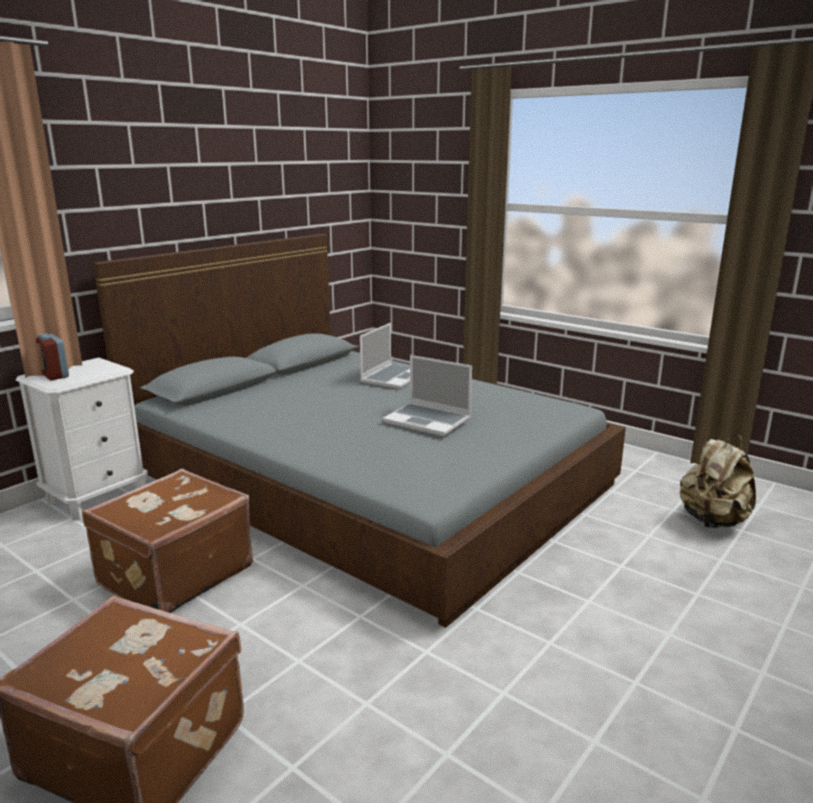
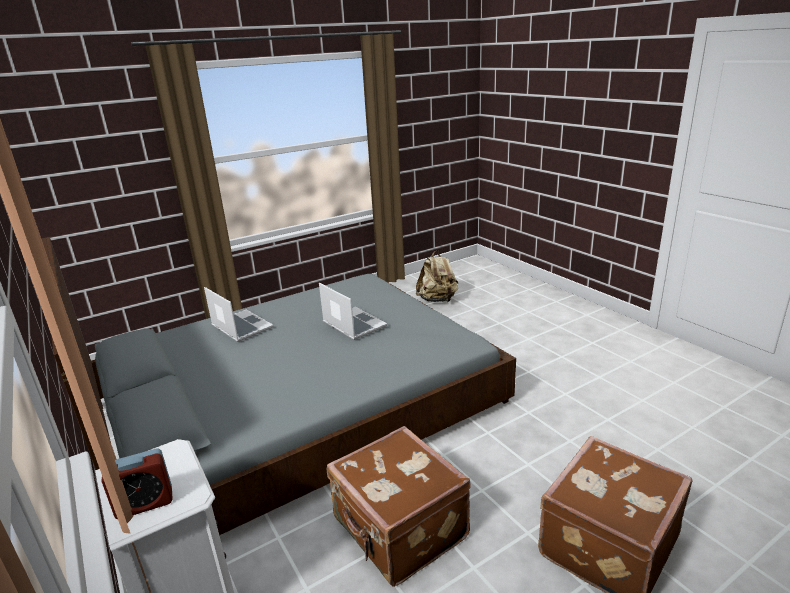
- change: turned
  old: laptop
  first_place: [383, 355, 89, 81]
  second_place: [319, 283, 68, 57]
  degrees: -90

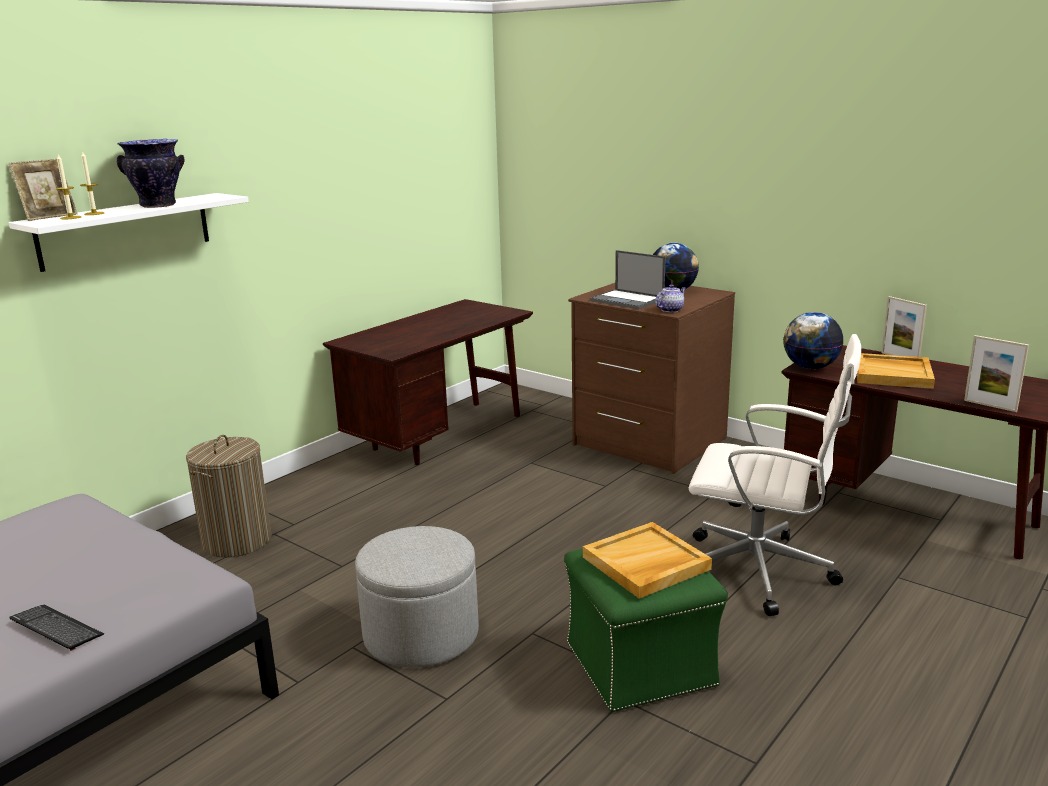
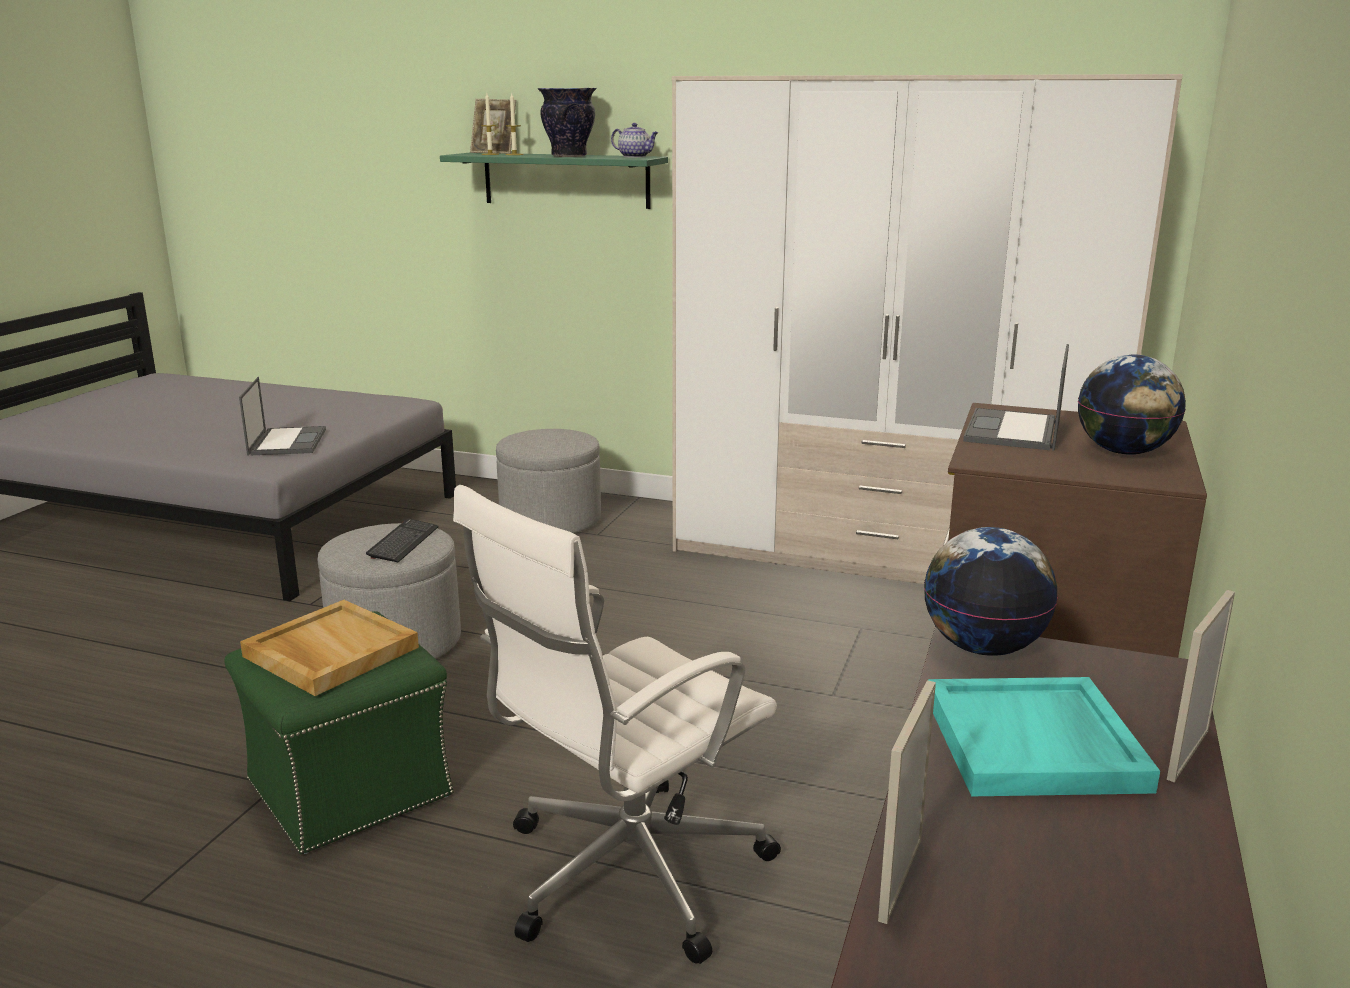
- change: added
  new: laptop
  second_place: [239, 377, 87, 78]
- change: moved
  old: klawiatura
  first_place: [10, 605, 94, 46]
  second_place: [366, 519, 73, 43]
- change: moved
  old: imbryk
  first_place: [655, 284, 31, 28]
  second_place: [611, 123, 48, 35]
- change: replaced
  old: kosz na pranie
  new: pufa (szary)
  first_place: [186, 435, 85, 123]
  second_place: [496, 429, 105, 104]
- change: replaced
  old: biurko (brązowy)
  new: szafa
  first_place: [323, 299, 210, 166]
  second_place: [672, 74, 511, 510]
- change: recoloured
  old: półka (biały)
  new: półka (zielony)
  first_place: [9, 193, 240, 79]
  second_place: [440, 153, 228, 56]
- change: recoloured
  old: taca (beżowy)
  new: taca (turkusowy)
  first_place: [857, 353, 78, 36]
  second_place: [928, 677, 232, 119]
- change: turned
  old: krzesło biurowe (biały)
  first_place: [689, 334, 172, 282]
  second_place: [453, 485, 328, 479]
  degrees: 45

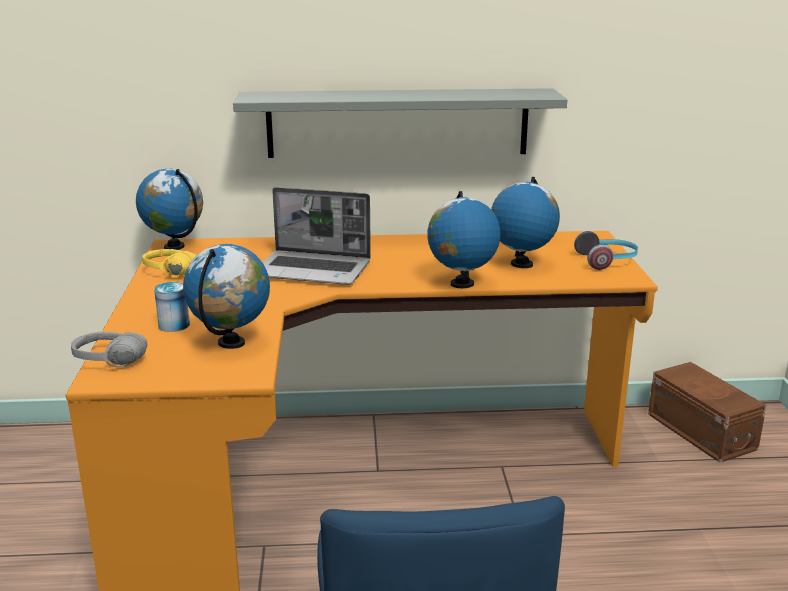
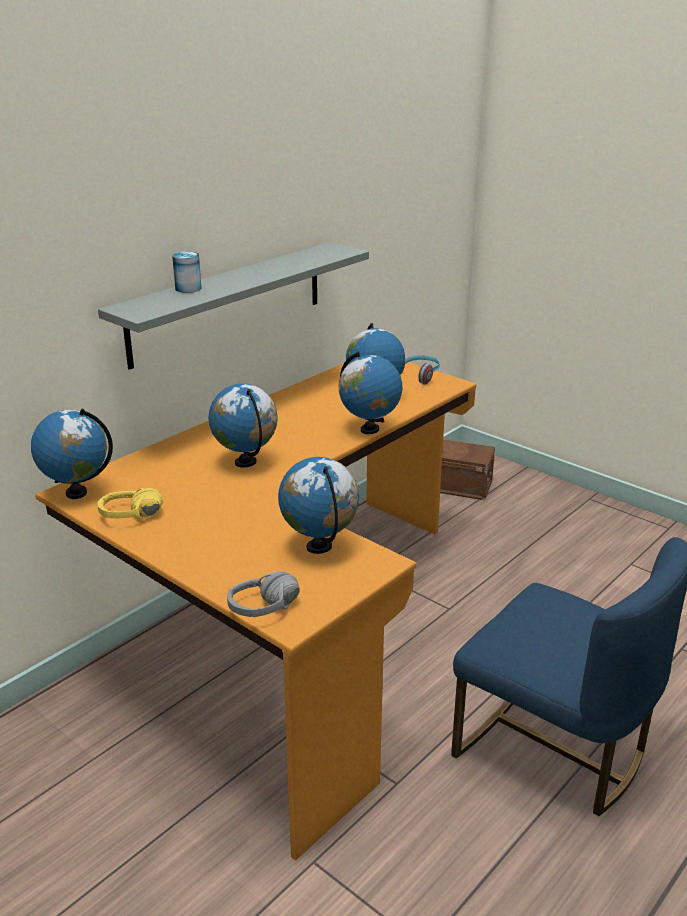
- change: moved
  old: puszka
  first_place: [154, 282, 36, 50]
  second_place: [172, 251, 29, 42]
- change: replaced
  old: laptop
  new: globus
  first_place: [262, 187, 109, 98]
  second_place: [209, 384, 69, 84]

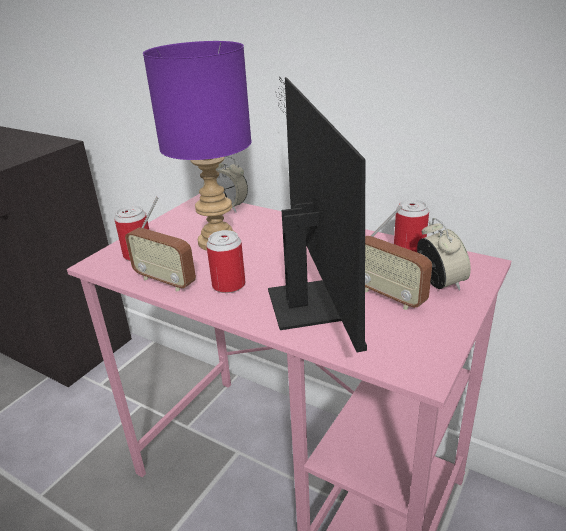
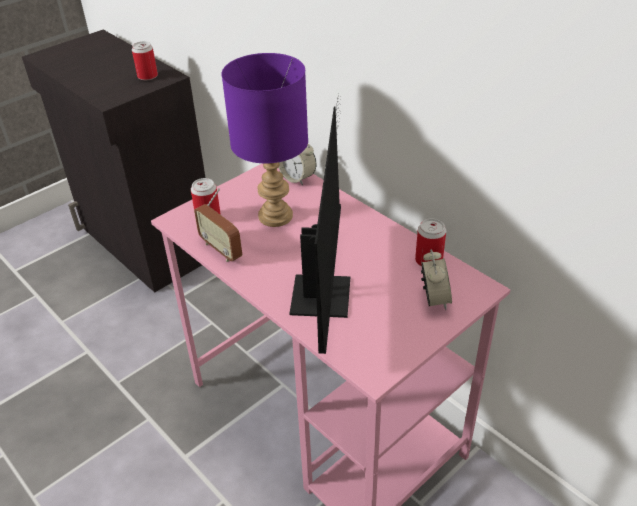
- change: removed
  old: radio
  first_place: [365, 205, 67, 105]
- change: moved
  old: puszka
  first_place: [206, 230, 39, 63]
  second_place: [132, 41, 26, 39]

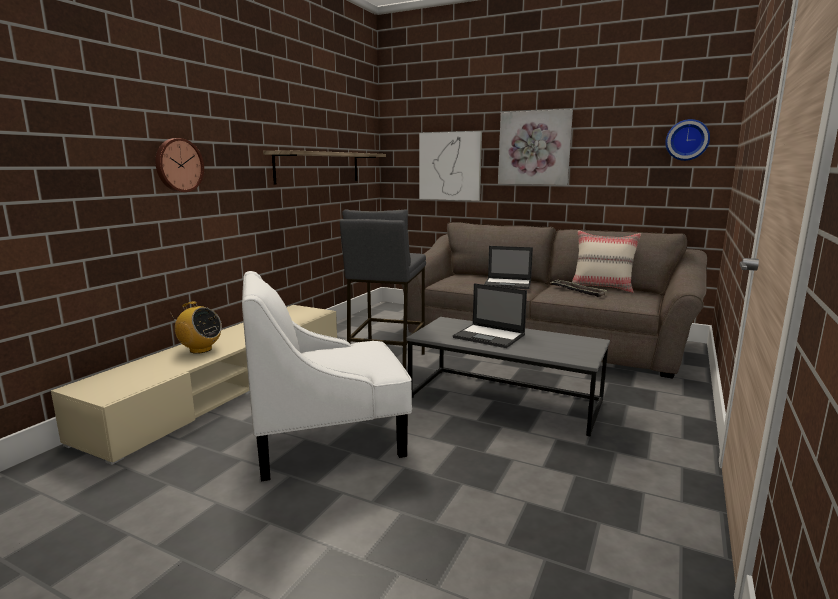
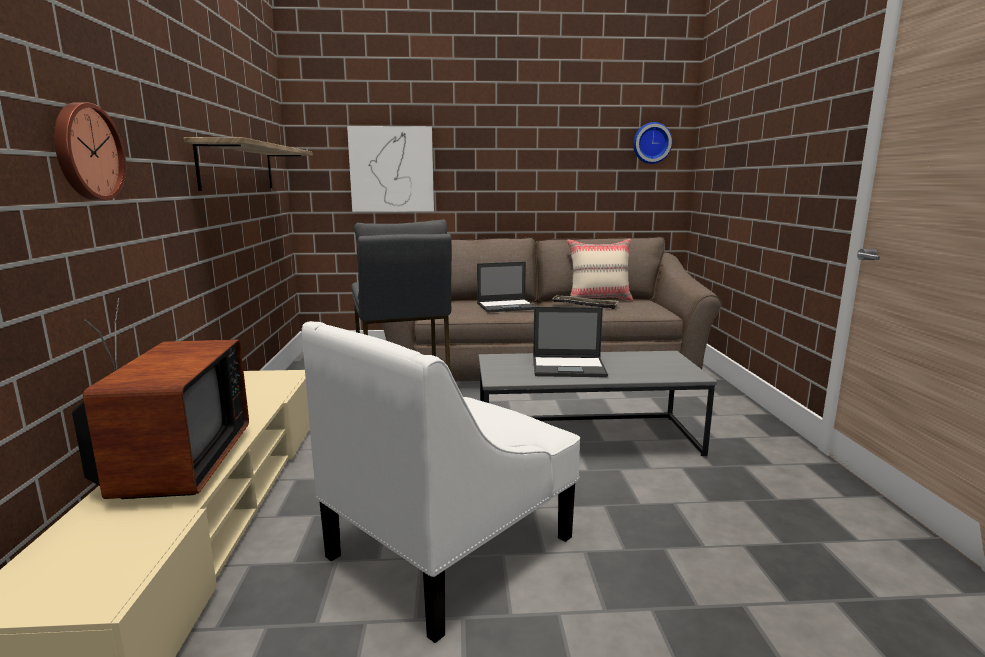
- change: removed
  old: obraz
  first_place: [498, 109, 75, 76]
- change: replaced
  old: radio
  new: telewizor
  first_place: [170, 301, 52, 53]
  second_place: [72, 298, 177, 201]

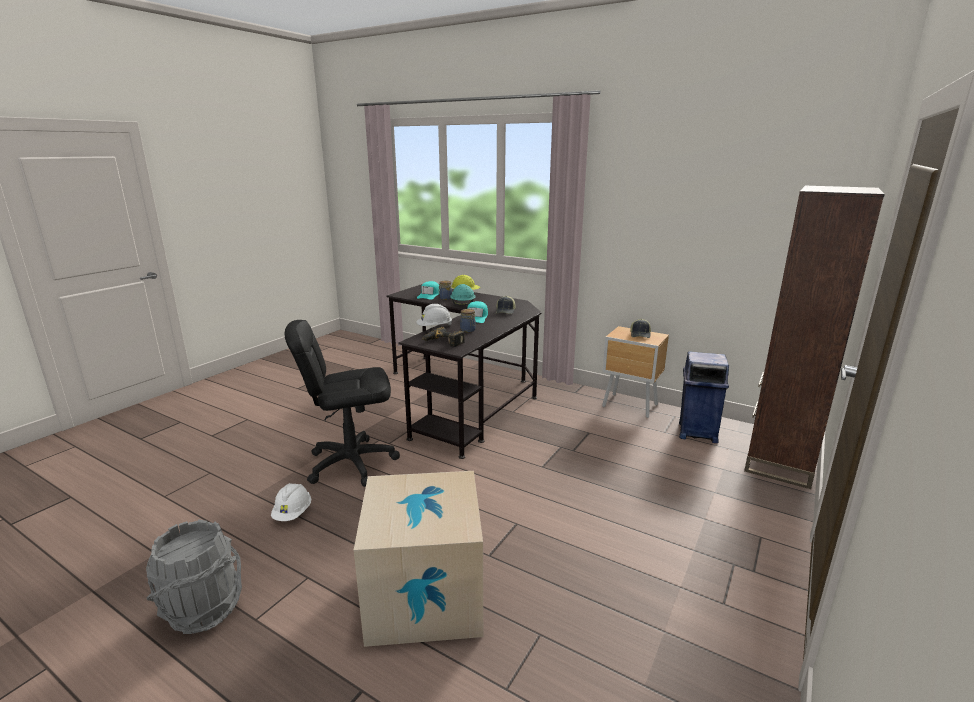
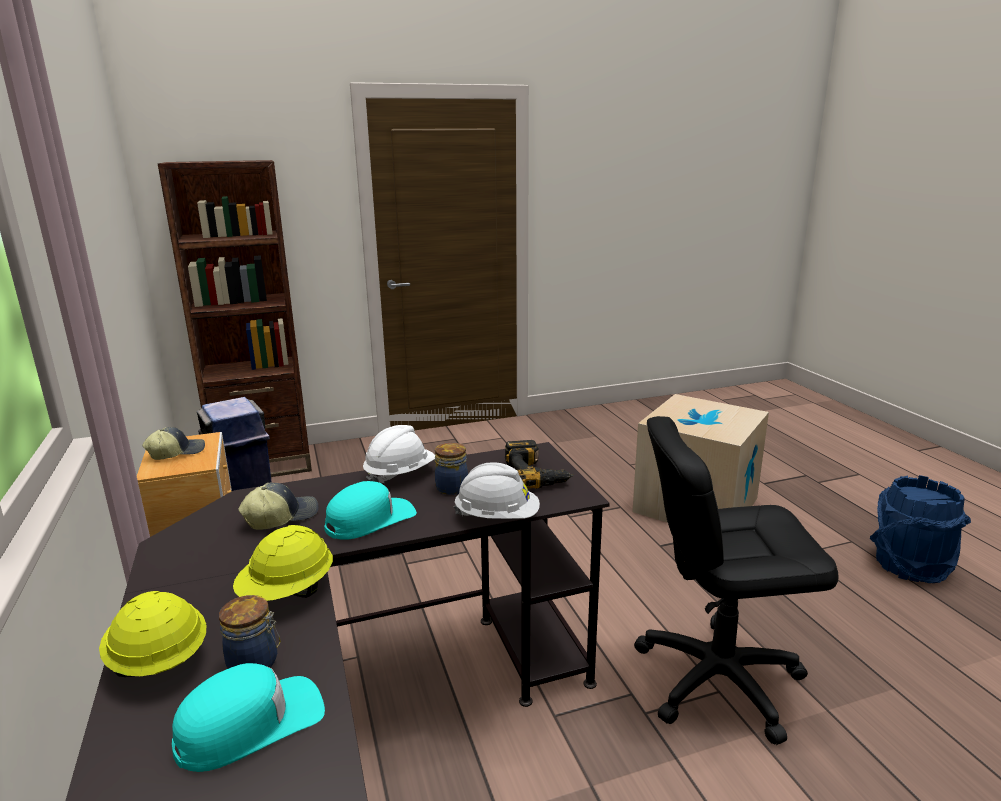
- change: moved
  old: kask (biały)
  first_place: [271, 483, 40, 38]
  second_place: [363, 425, 72, 58]
- change: recoloured
  old: wiadro (szary)
  new: wiadro (niebieski)
  first_place: [146, 519, 96, 115]
  second_place: [870, 475, 101, 108]
- change: recoloured
  old: kask (turkusowy)
  new: kask (żółty)
  first_place: [450, 284, 26, 21]
  second_place: [233, 525, 100, 76]
- change: turned
  old: krzesło biurowe (czarny)
  first_place: [285, 320, 115, 167]
  second_place: [634, 416, 205, 329]
  degrees: 150

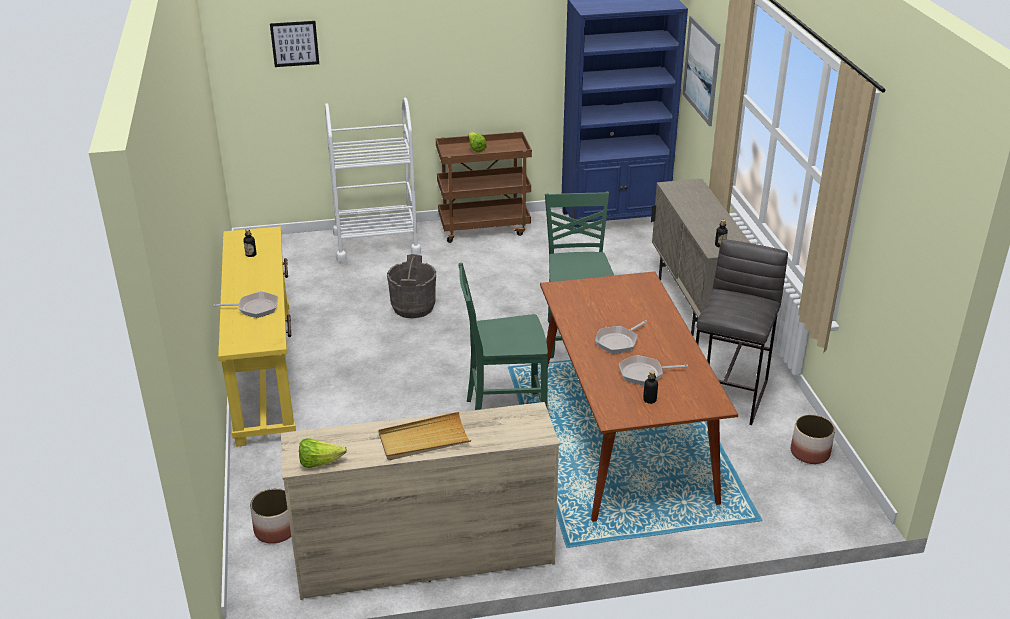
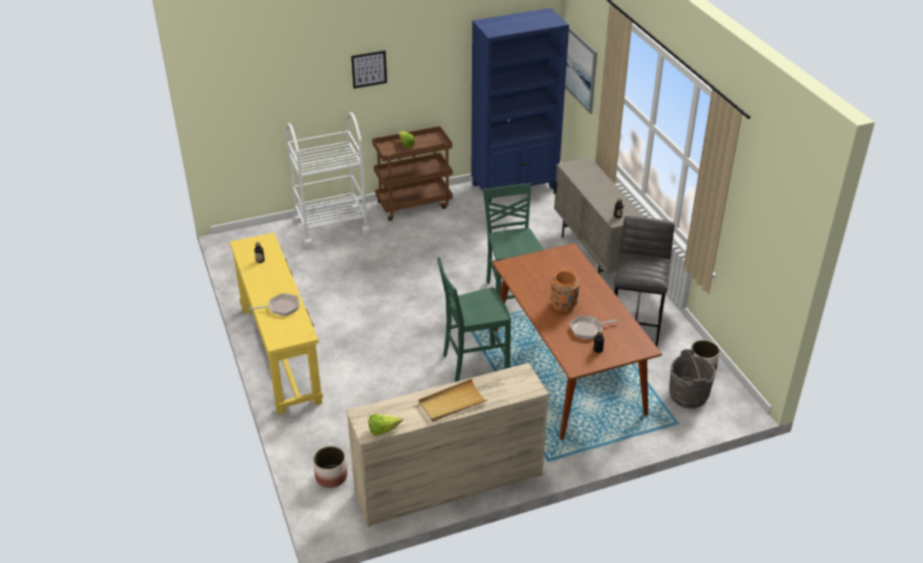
- change: moved
  old: obraz
  first_place: [270, 21, 49, 46]
  second_place: [351, 50, 36, 39]
- change: moved
  old: wiadro (szary)
  first_place: [387, 254, 49, 64]
  second_place: [669, 349, 47, 59]
- change: replaced
  old: patelnia
  new: wazon (pomarańczowy)
  first_place: [595, 320, 52, 34]
  second_place: [551, 271, 29, 41]

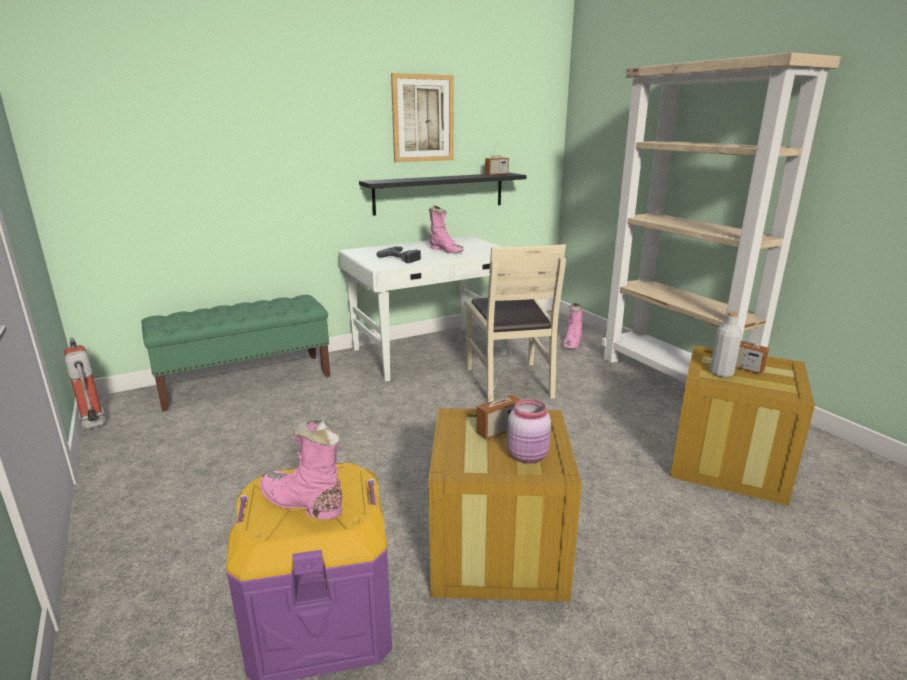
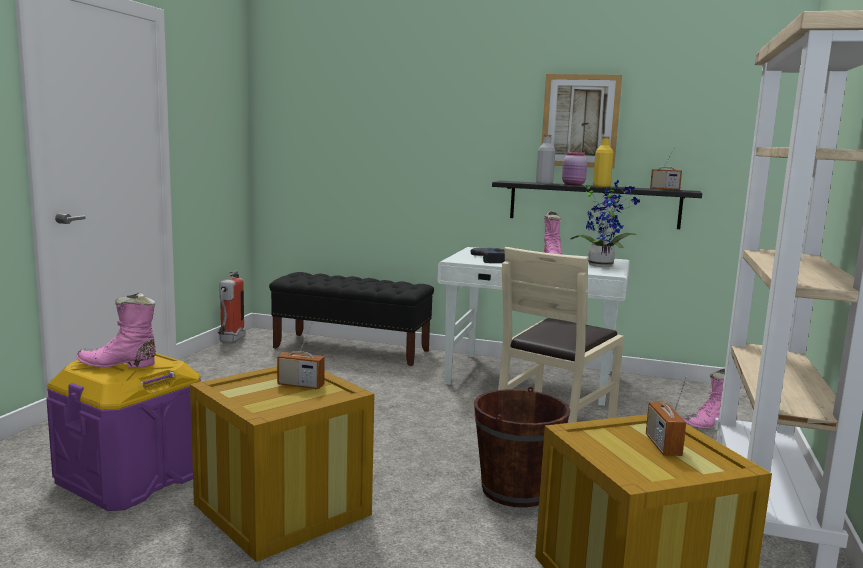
- change: added
  new: wiadro (brązowy)
  second_place: [474, 387, 96, 121]
- change: added
  new: roślina doniczkowa
  second_place: [570, 180, 70, 87]
- change: added
  new: butelka (żółty)
  second_place: [593, 136, 21, 51]
- change: moved
  old: słoik (różowy)
  first_place: [507, 399, 44, 64]
  second_place: [562, 152, 25, 33]
- change: moved
  old: butelka (szary)
  first_place: [710, 311, 32, 66]
  second_place: [536, 135, 19, 49]
- change: recoloured
  old: ławka (zielony)
  new: ławka (czarny)
  first_place: [142, 295, 188, 117]
  second_place: [269, 272, 165, 94]
- change: turned
  old: but z cholewką (różowy)
  first_place: [260, 420, 83, 100]
  second_place: [77, 292, 79, 76]
  degrees: -75

